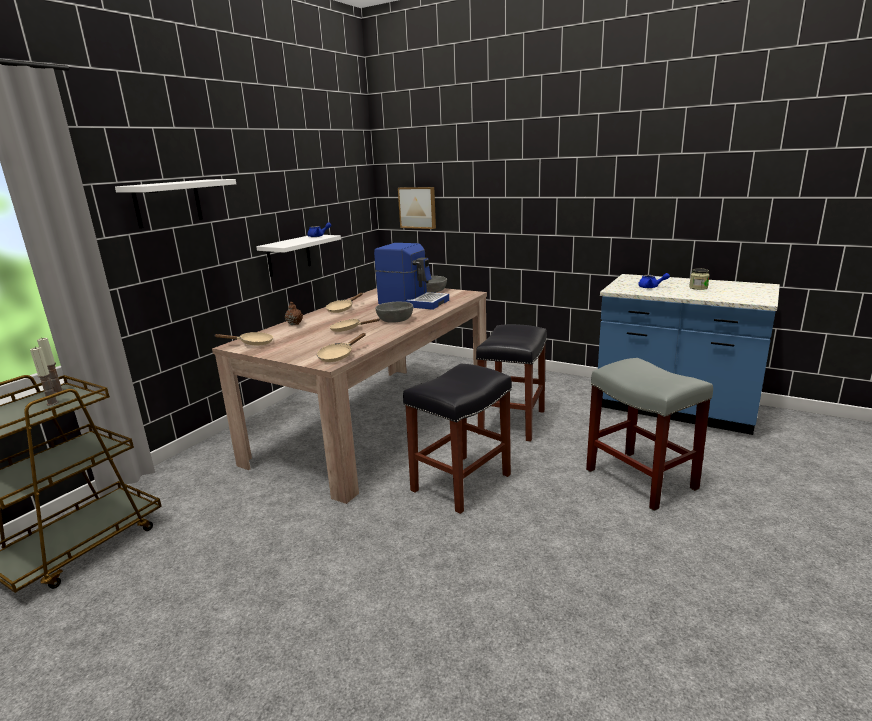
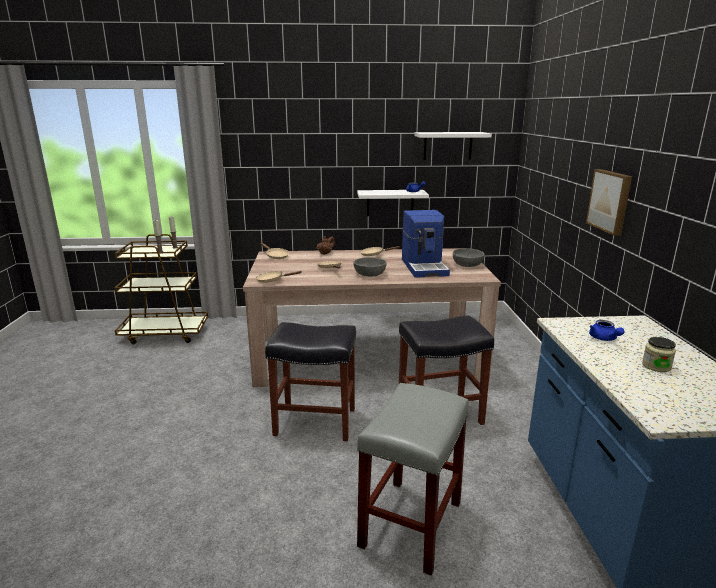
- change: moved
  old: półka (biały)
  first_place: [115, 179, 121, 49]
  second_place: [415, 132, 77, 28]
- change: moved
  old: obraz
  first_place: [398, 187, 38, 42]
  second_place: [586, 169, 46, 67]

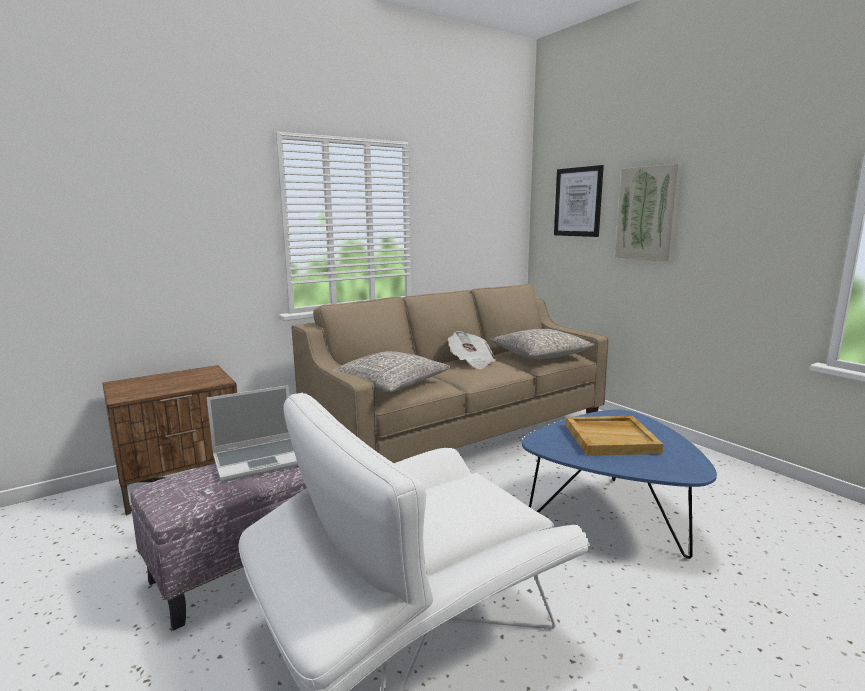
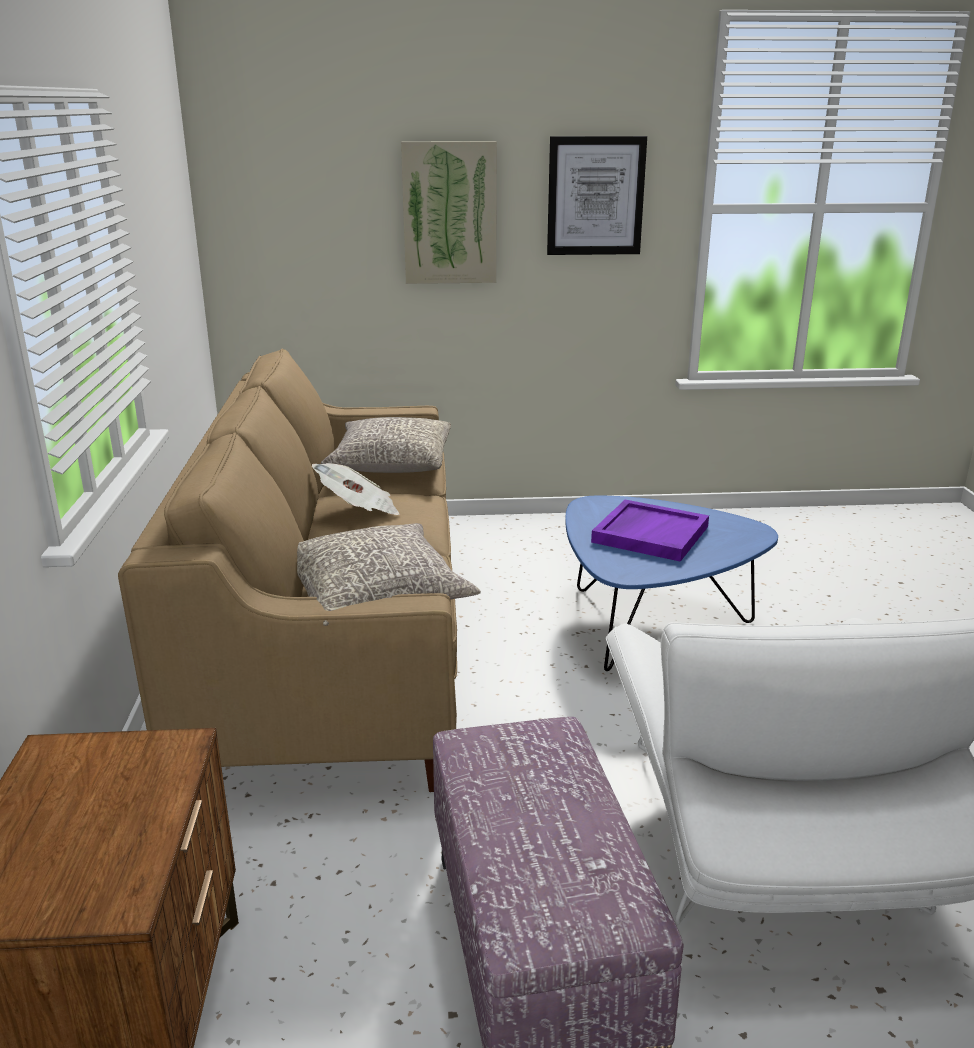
- change: removed
  old: laptop
  first_place: [207, 385, 91, 97]
- change: moved
  old: obraz
  first_place: [554, 165, 50, 72]
  second_place: [547, 136, 100, 119]
- change: recoloured
  old: taca (beżowy)
  new: taca (fioletowy)
  first_place: [566, 416, 98, 40]
  second_place: [591, 500, 118, 62]

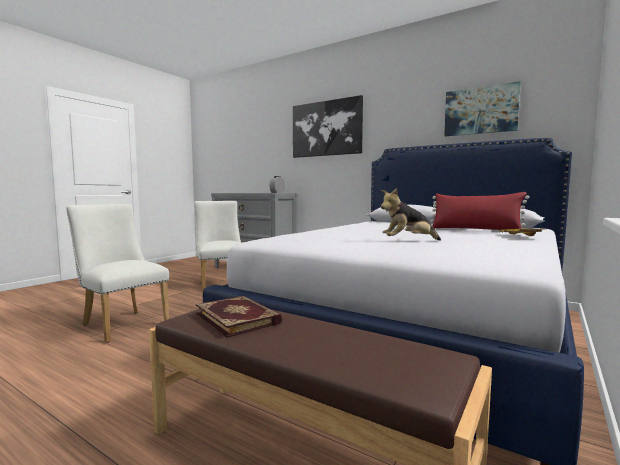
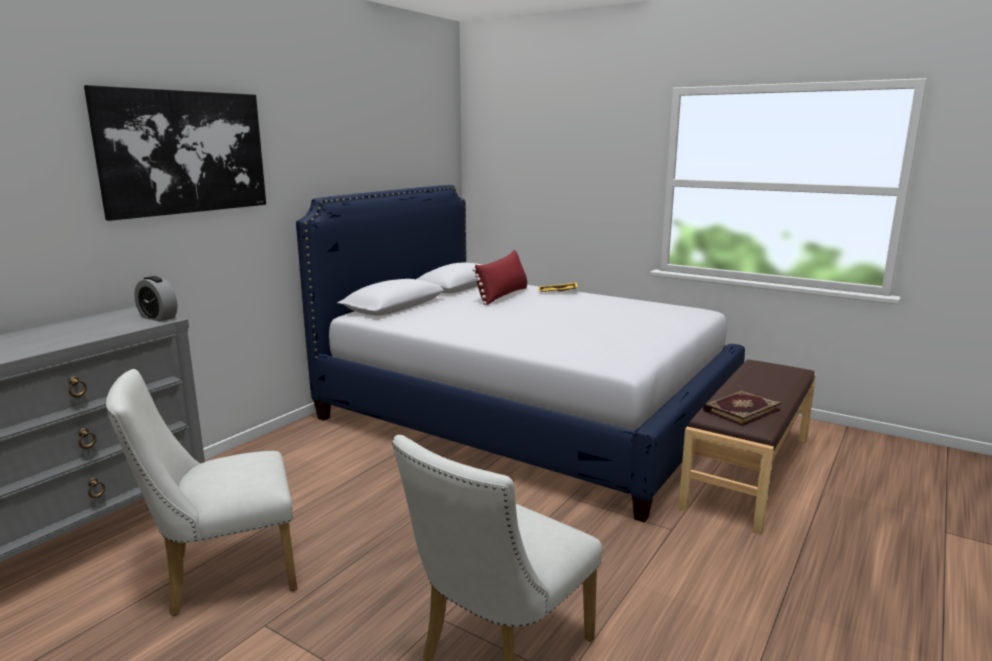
- change: removed
  old: pluszak
  first_place: [381, 188, 60, 53]
- change: removed
  old: obraz
  first_place: [444, 81, 77, 56]

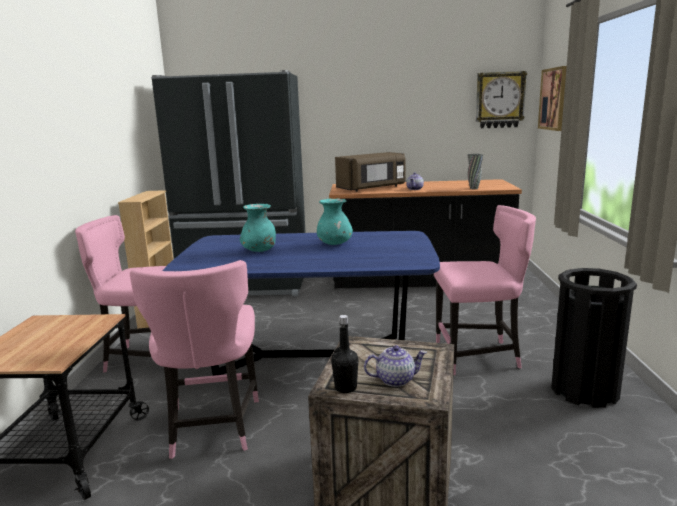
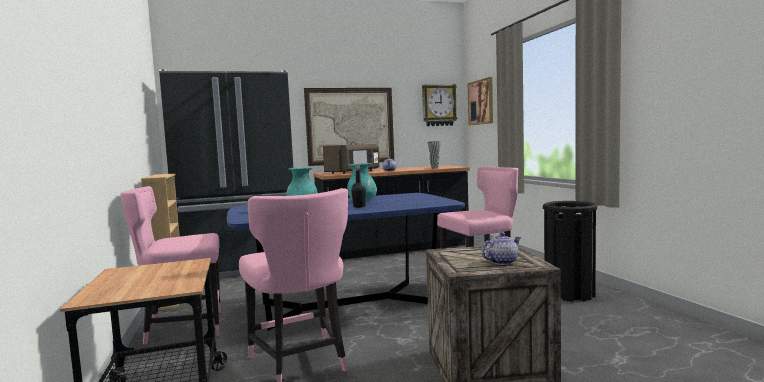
- change: added
  new: obraz
  second_place: [304, 88, 90, 78]
- change: moved
  old: butelka (czarny)
  first_place: [331, 315, 27, 78]
  second_place: [351, 165, 15, 43]

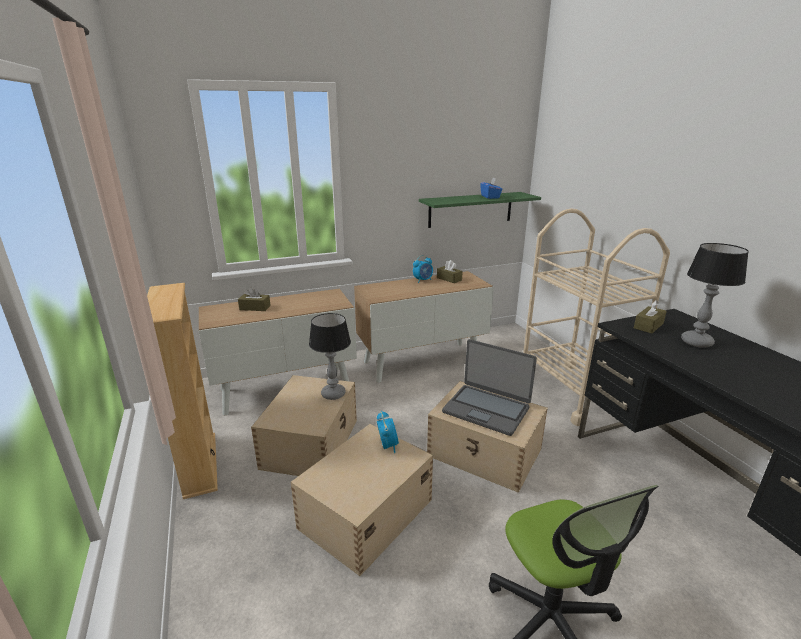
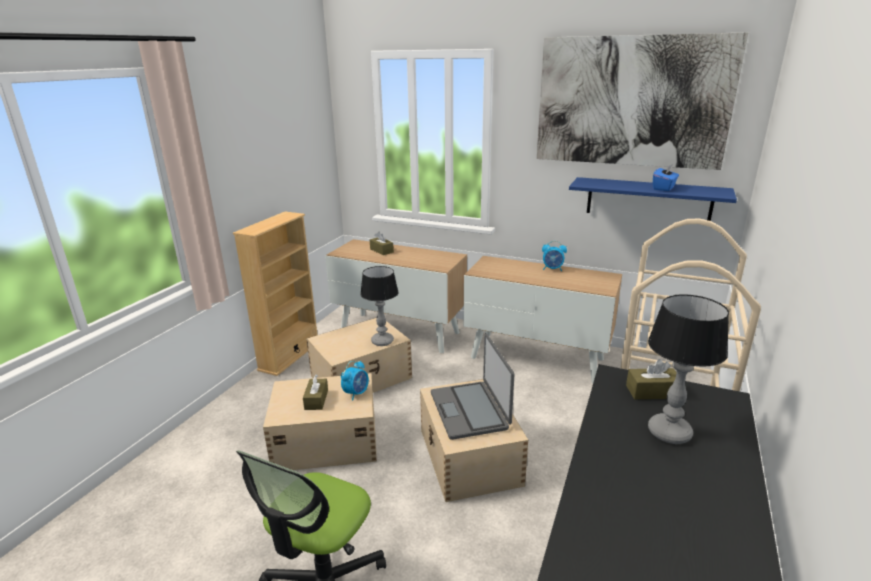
- change: added
  new: obraz
  second_place: [537, 32, 211, 138]
- change: moved
  old: pudełko chusteczek (brązowy)
  first_place: [437, 260, 26, 23]
  second_place: [303, 375, 25, 35]
- change: recoloured
  old: półka (zielony)
  new: półka (niebieski)
  first_place: [419, 192, 122, 36]
  second_place: [569, 177, 168, 44]

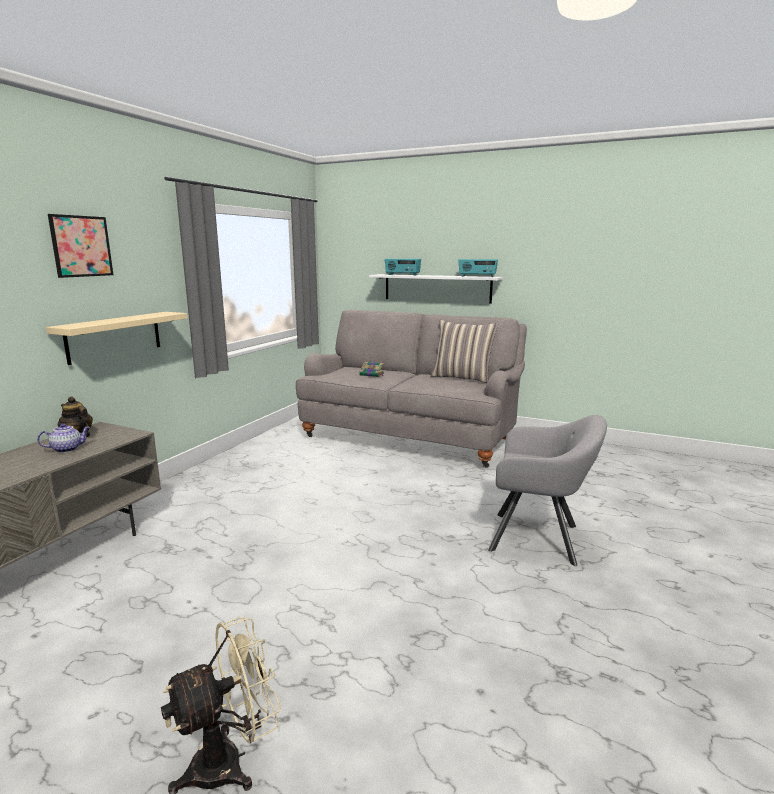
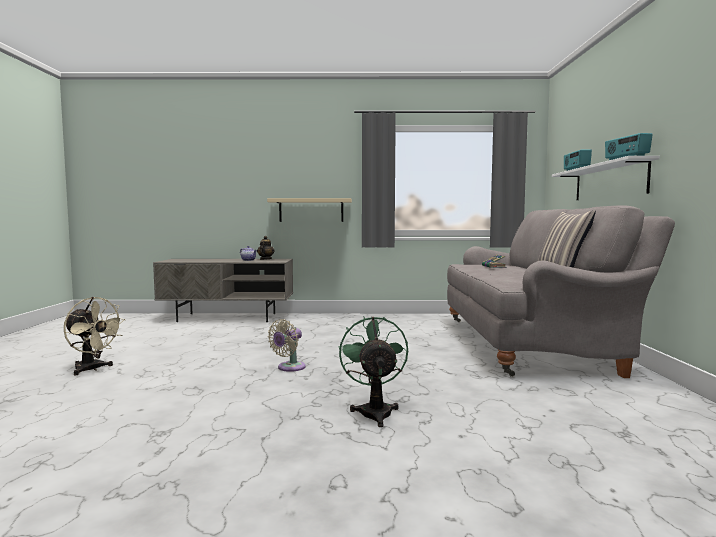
- change: removed
  old: obraz
  first_place: [48, 214, 65, 64]
- change: added
  new: wentylator (beżowy)
  second_place: [268, 319, 38, 53]
- change: replaced
  old: fotel (szary)
  new: wentylator (zielony)
  first_place: [488, 415, 119, 151]
  second_place: [339, 316, 69, 111]

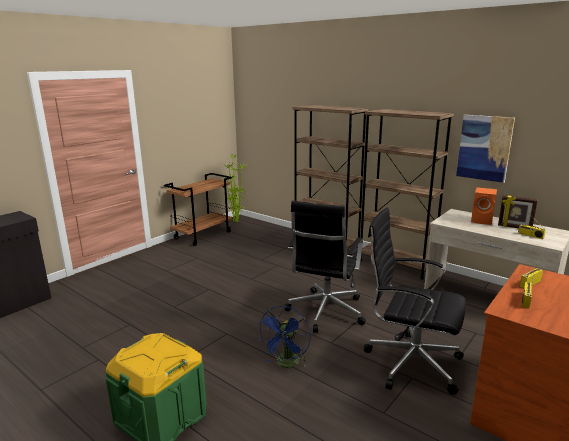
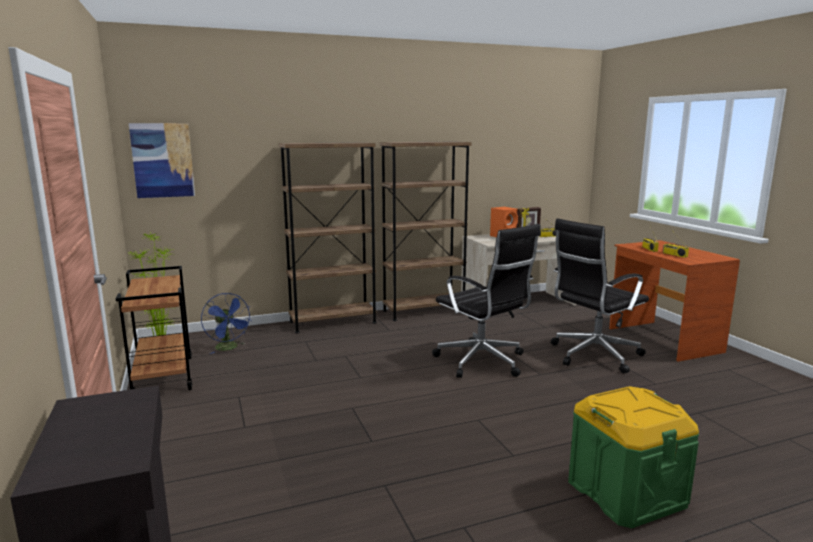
- change: moved
  old: wentylator (niebieski)
  first_place: [257, 306, 54, 62]
  second_place: [201, 293, 51, 61]
- change: moved
  old: obraz
  first_place: [456, 115, 59, 68]
  second_place: [129, 123, 66, 75]

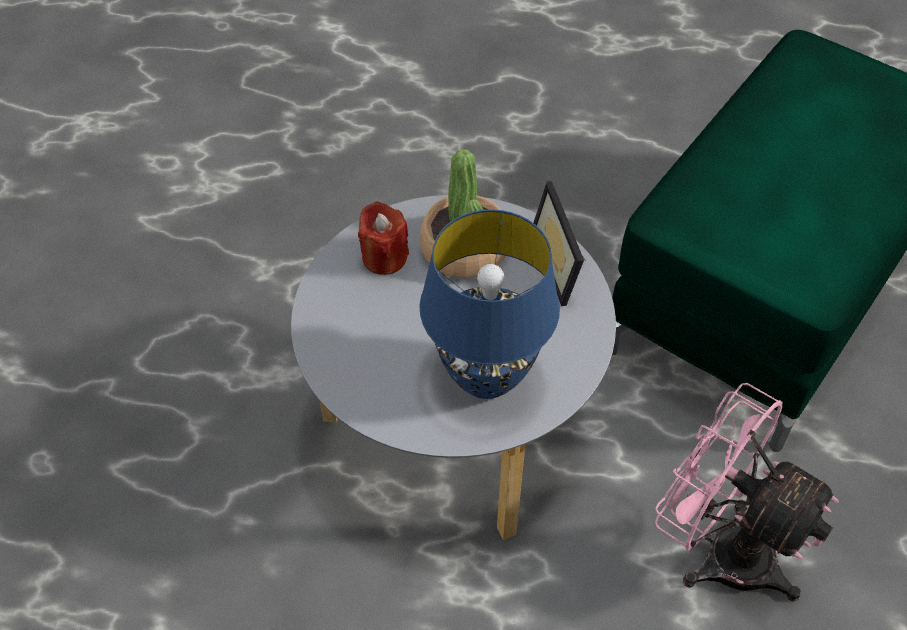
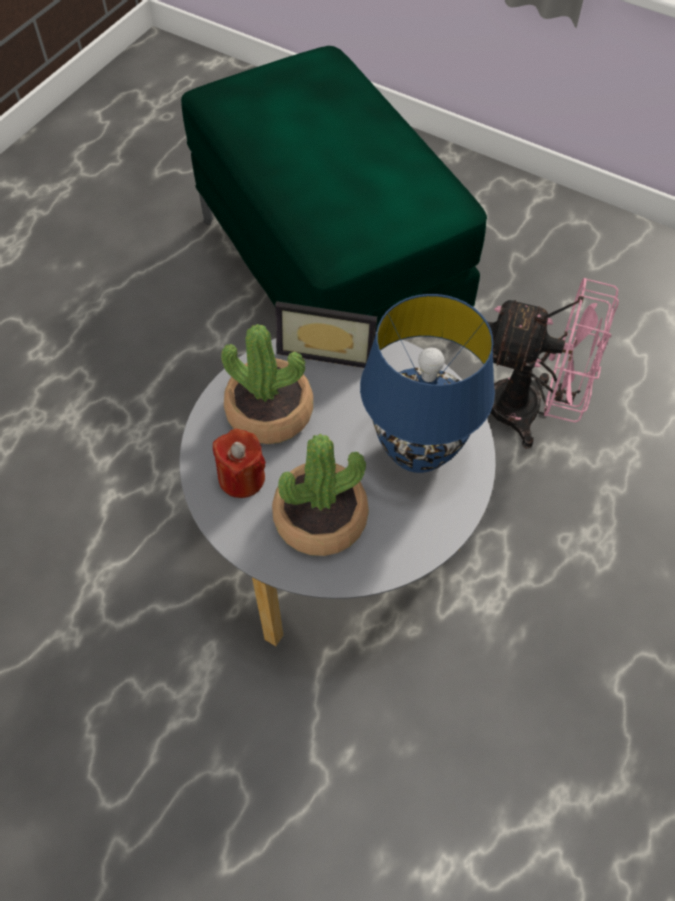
- change: added
  new: roślina doniczkowa
  second_place: [272, 434, 97, 122]
- change: turned
  old: wentylator (różowy)
  first_place: [655, 383, 184, 219]
  second_place: [488, 278, 131, 170]
  degrees: -135

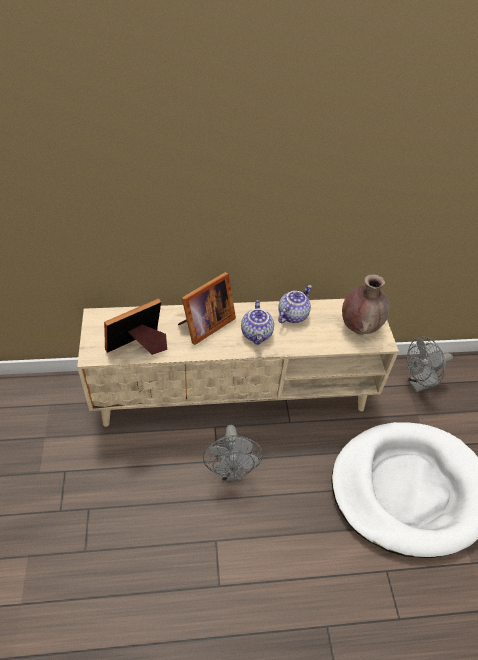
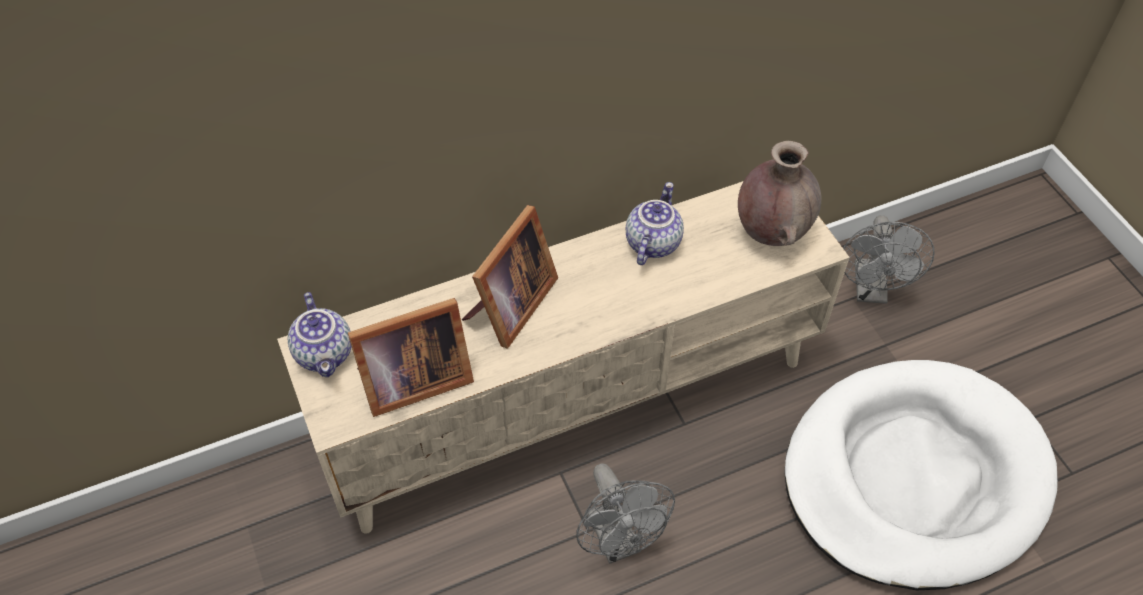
- change: moved
  old: imbryk
  first_place: [241, 300, 33, 45]
  second_place: [288, 292, 64, 85]
- change: turned
  old: ramka na zdjęcie
  first_place: [104, 298, 63, 57]
  second_place: [348, 298, 126, 119]
  degrees: -150
- change: turned
  old: wentylator (szary)
  first_place: [407, 336, 46, 56]
  second_place: [843, 215, 92, 89]
  degrees: -45

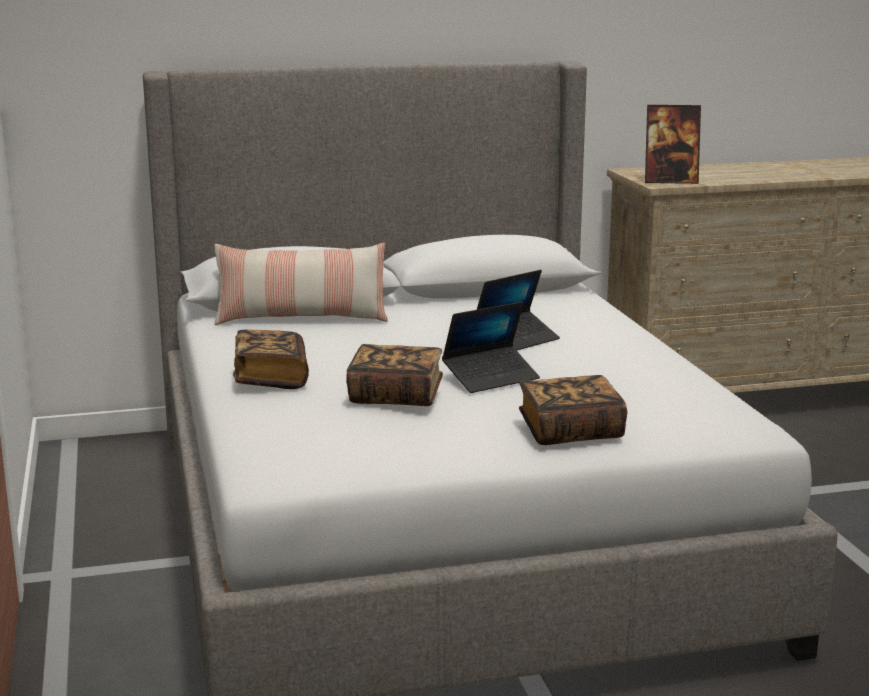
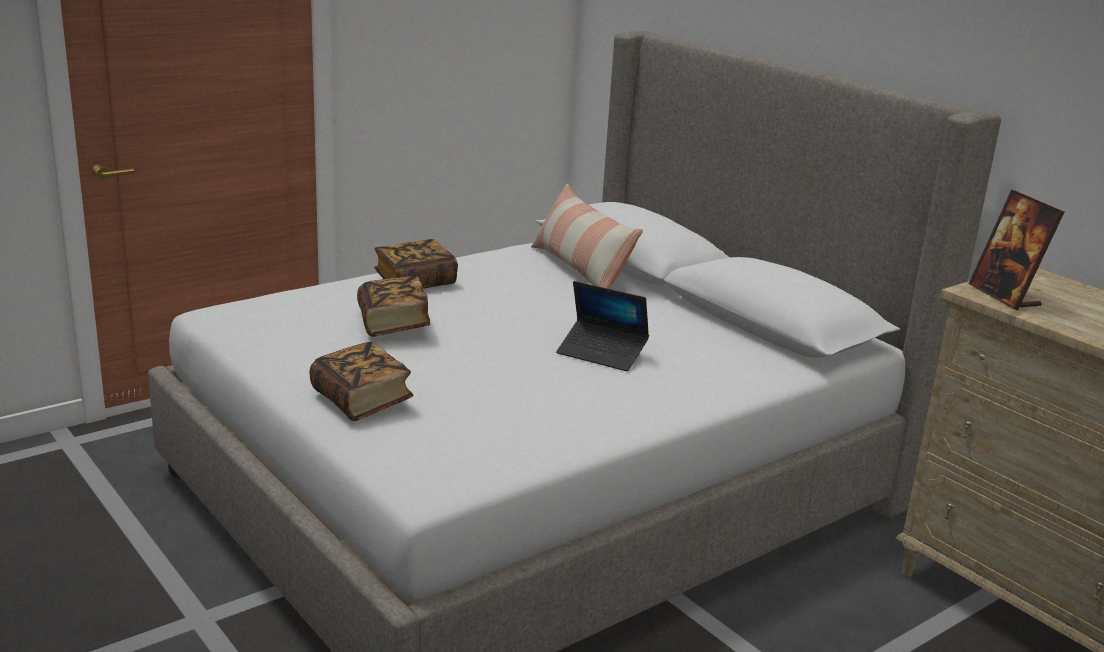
- change: removed
  old: laptop
  first_place: [442, 302, 98, 91]

